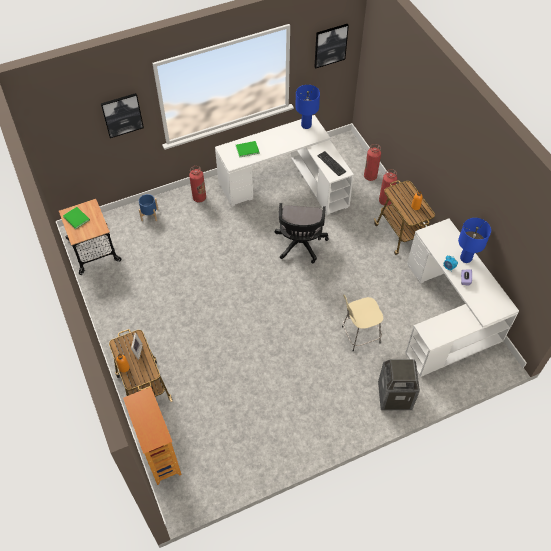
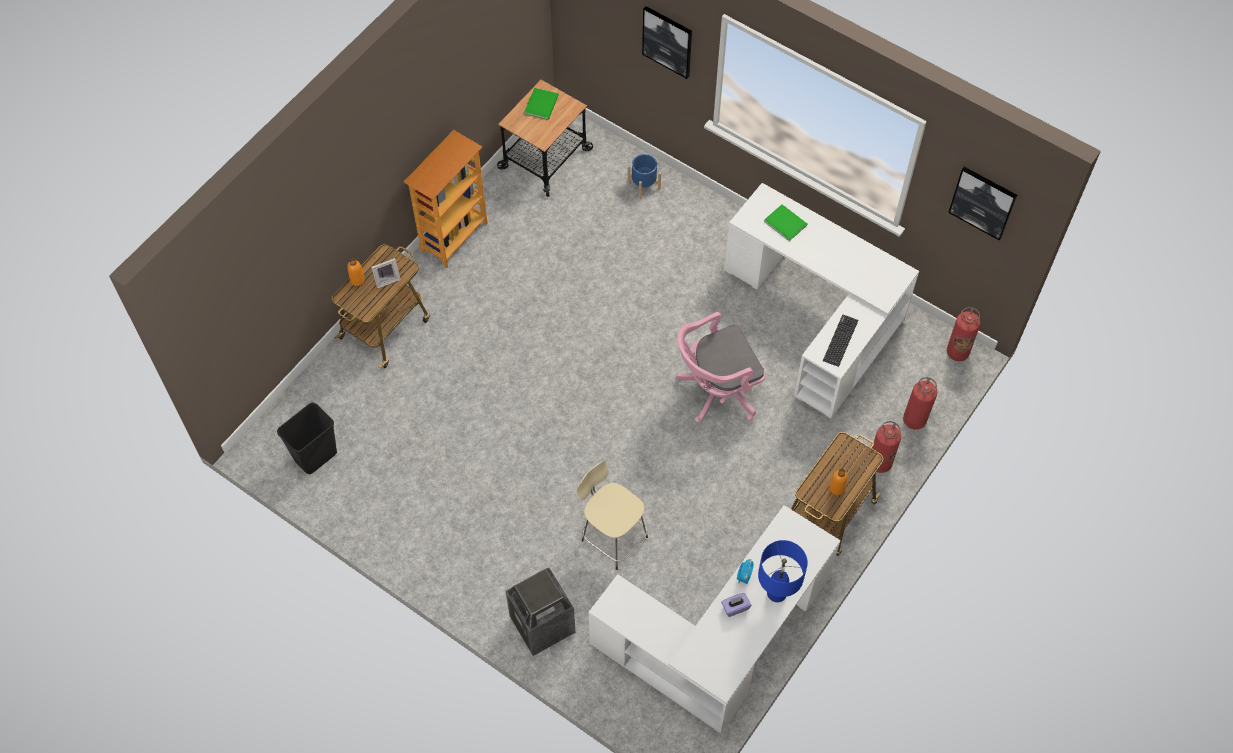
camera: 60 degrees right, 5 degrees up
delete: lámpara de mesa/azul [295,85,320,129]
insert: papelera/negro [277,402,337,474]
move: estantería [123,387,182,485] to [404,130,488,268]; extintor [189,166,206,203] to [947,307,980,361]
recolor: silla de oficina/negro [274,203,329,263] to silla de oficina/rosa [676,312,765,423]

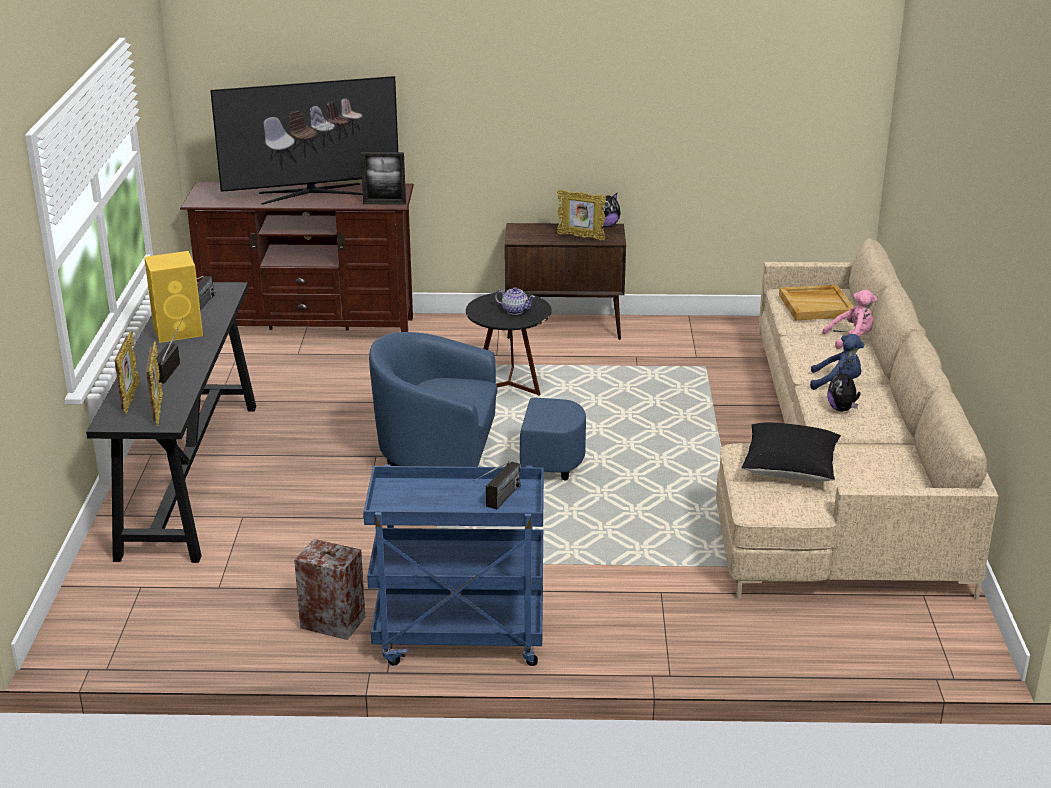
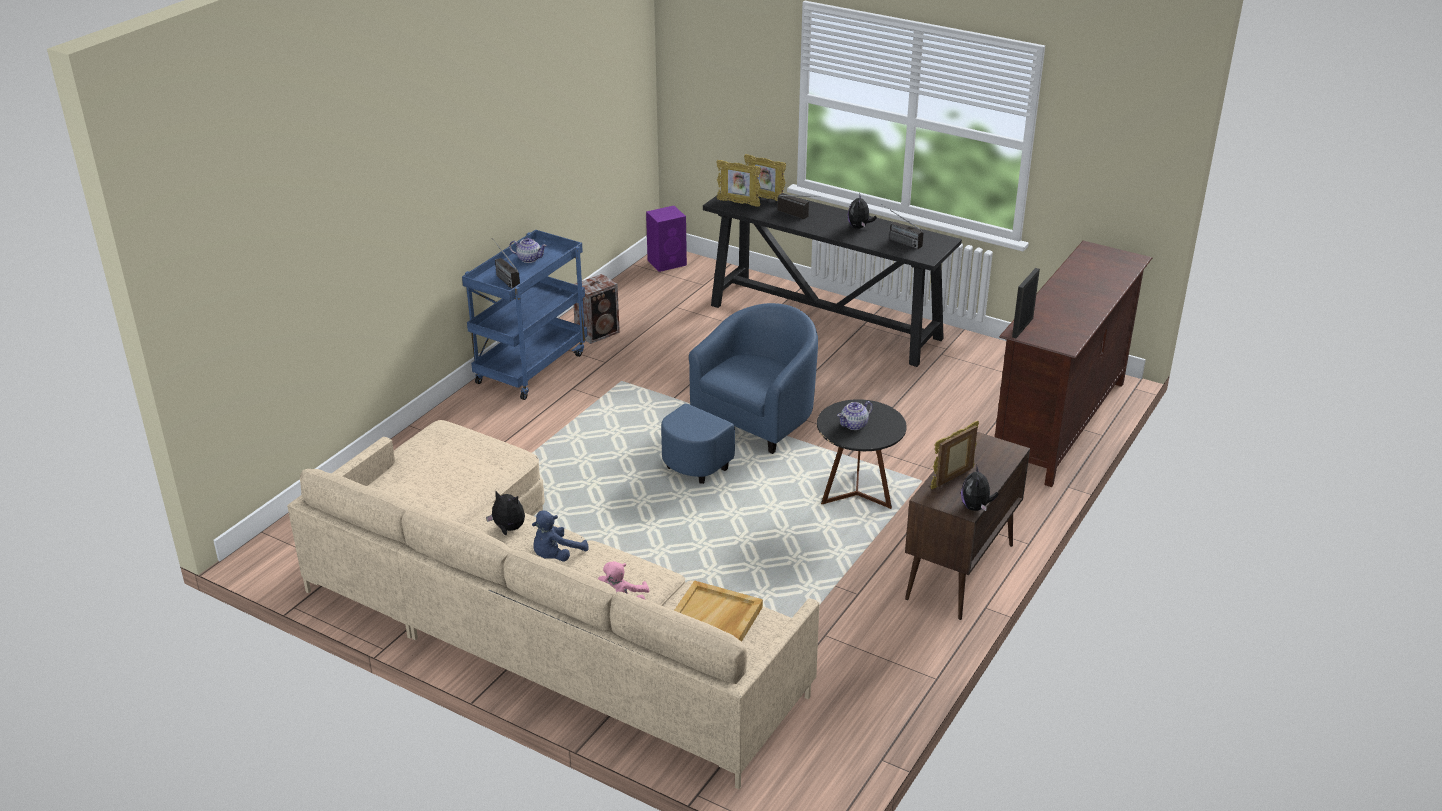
camera: 120 degrees right, 5 degrees up
delete: televisor [210,76,398,205]; cojín/negro [741,422,841,481]
insert: tetera [509,238,547,263]; altavoz/morado [646,206,687,272]
replace: altavoz/amarillo [144,251,203,343] to peluche [848,196,877,229]

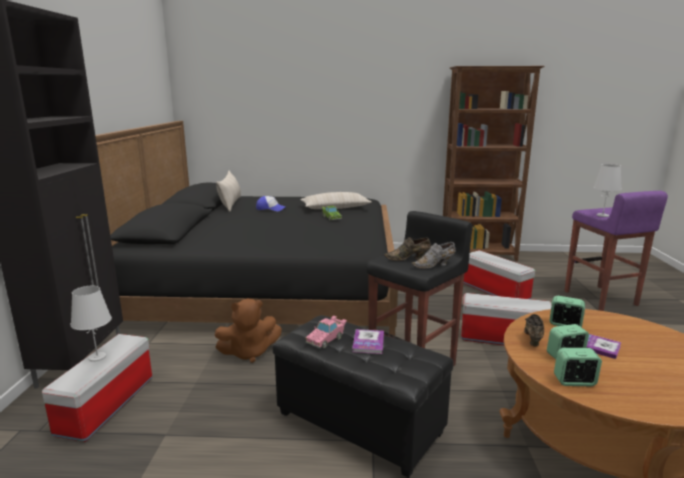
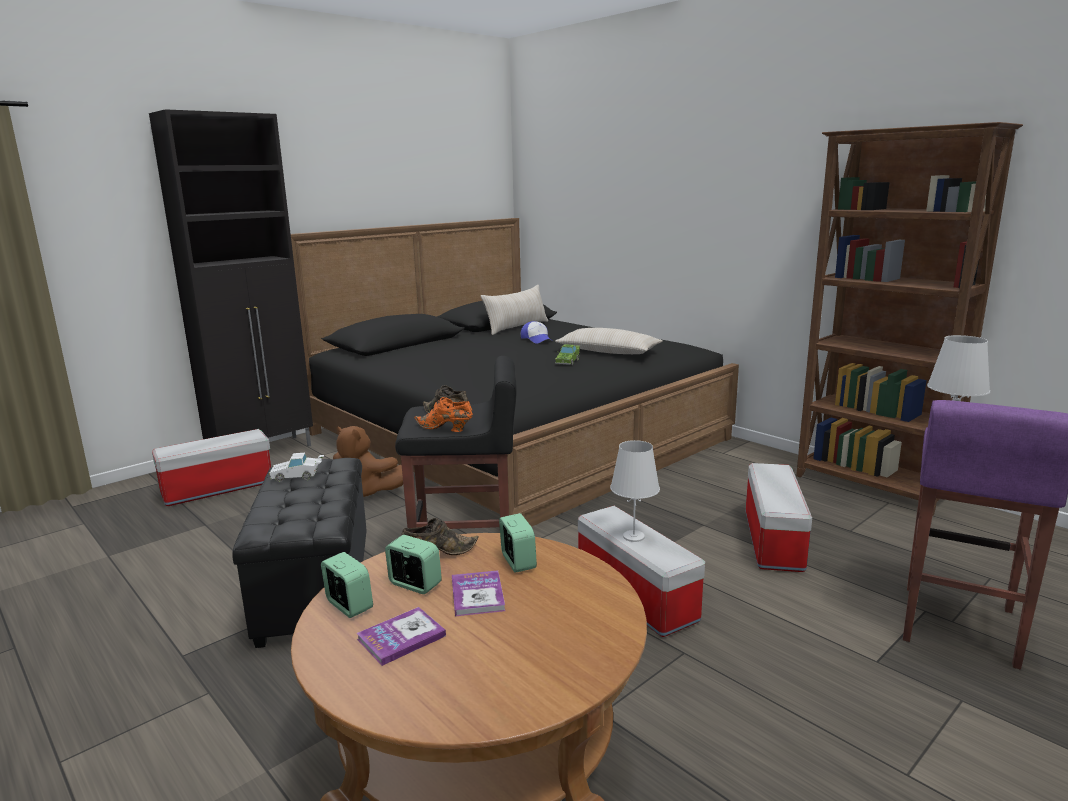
camera: 45 degrees right, 0 degrees up
move: lámpara de mesa/blanco [70,286,112,362] to [610,440,660,542]; libro [352,329,384,354] to [356,607,446,666]
recolor: coche de juguete/rosa [305,316,347,348] to coche de juguete/blanco [269,453,324,482]; zapato/gris [412,242,456,269] to zapato/naranja [414,397,473,432]

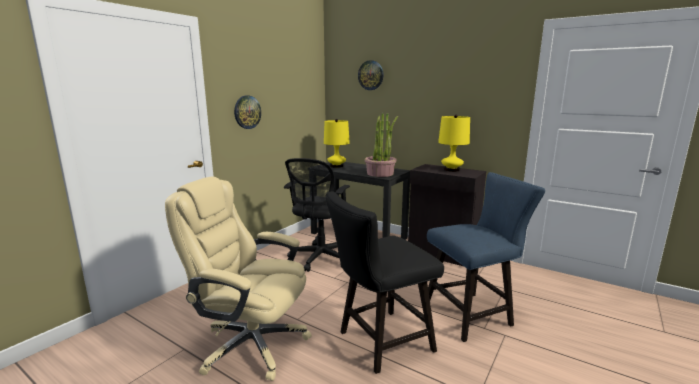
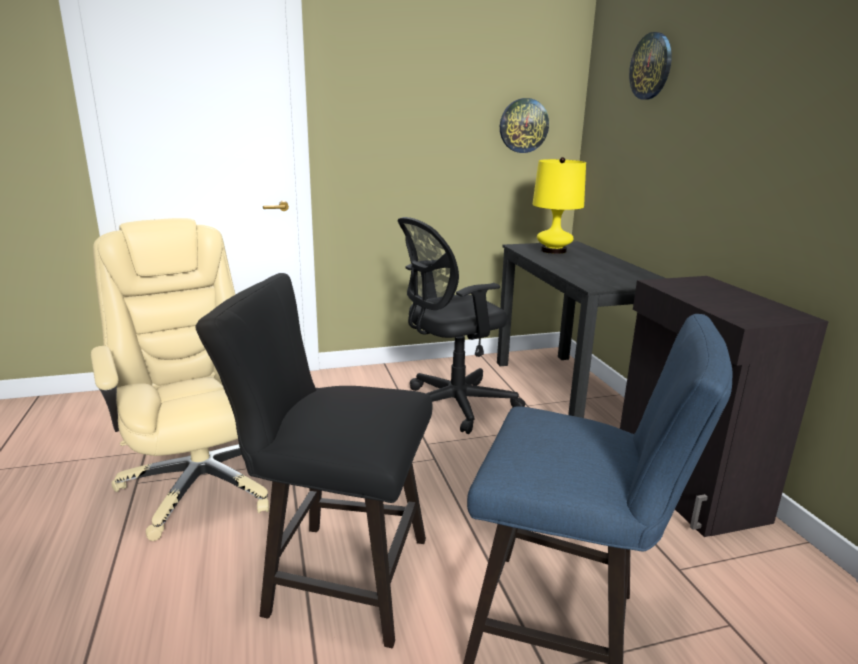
camera: 40 degrees right, 5 degrees up
delete: planta en maceta [365,113,398,177]; lámpara de mesa/amarillo [438,115,470,172]
move: reloj de pared [234,96,261,129] to [500,98,549,153]

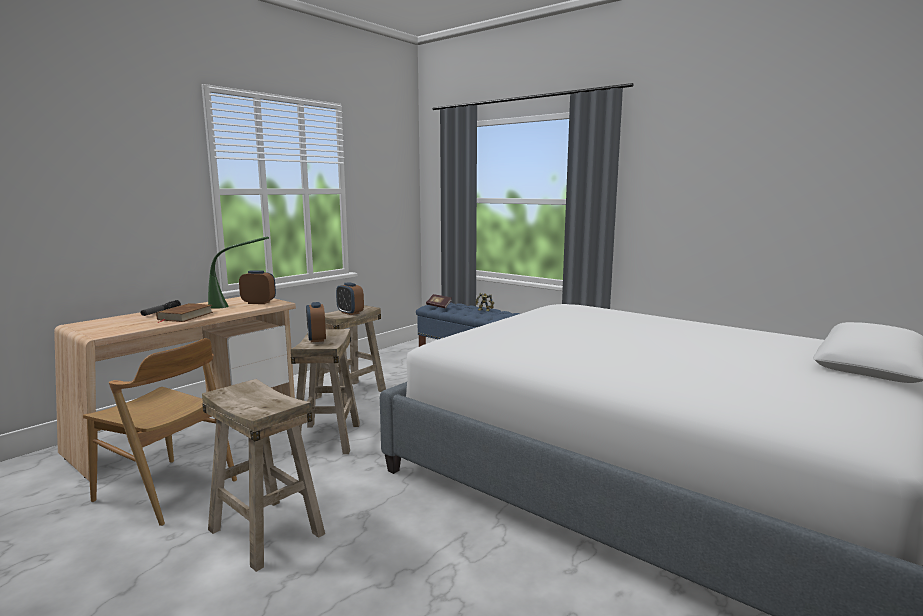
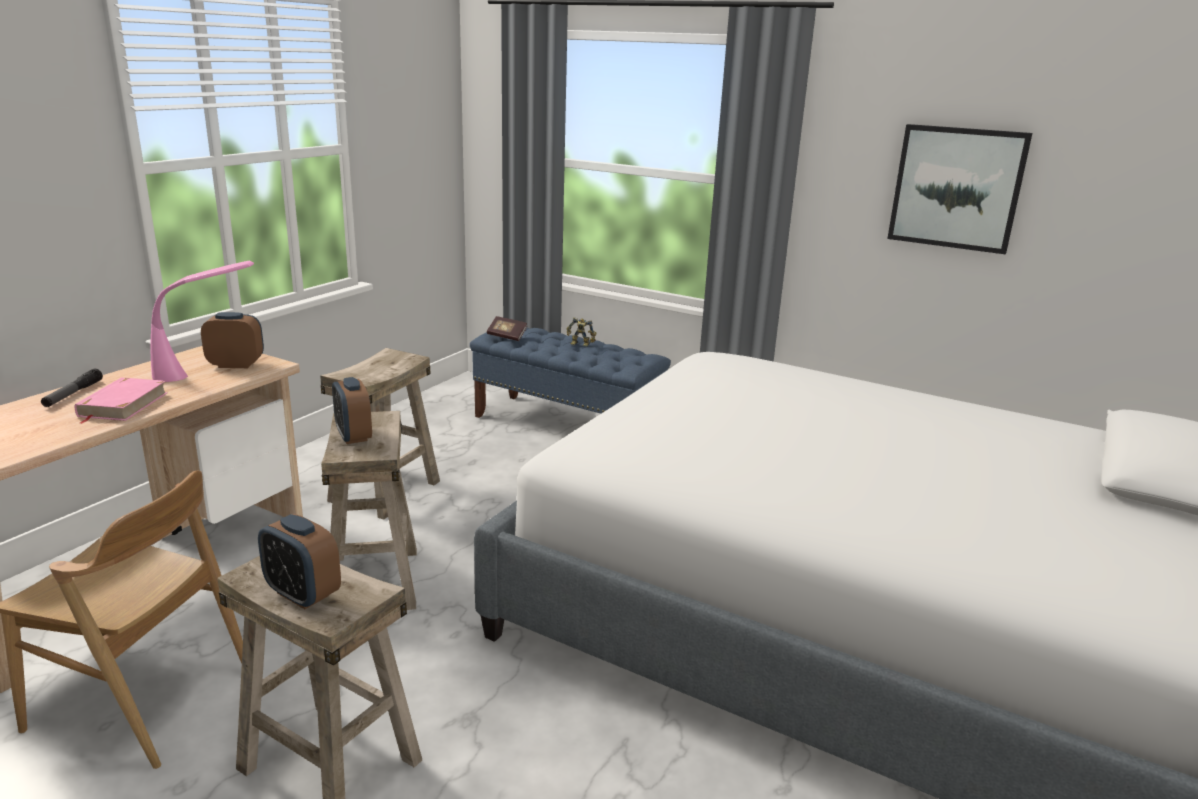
camera: 10 degrees left, 10 degrees up
insert: cuadro [887,124,1032,254]
move: despertador [336,282,364,315] to [258,514,341,609]
recolor: libro/marrón [156,303,213,323] to libro/rosa [74,377,168,424]; lámpara de mesa/verde [208,237,269,309] to lámpara de mesa/rosa [151,261,254,382]

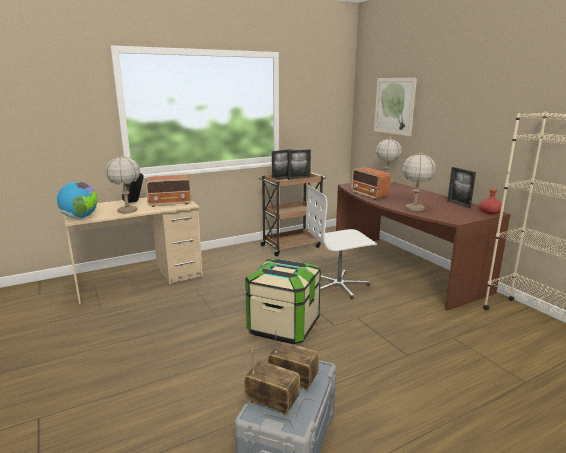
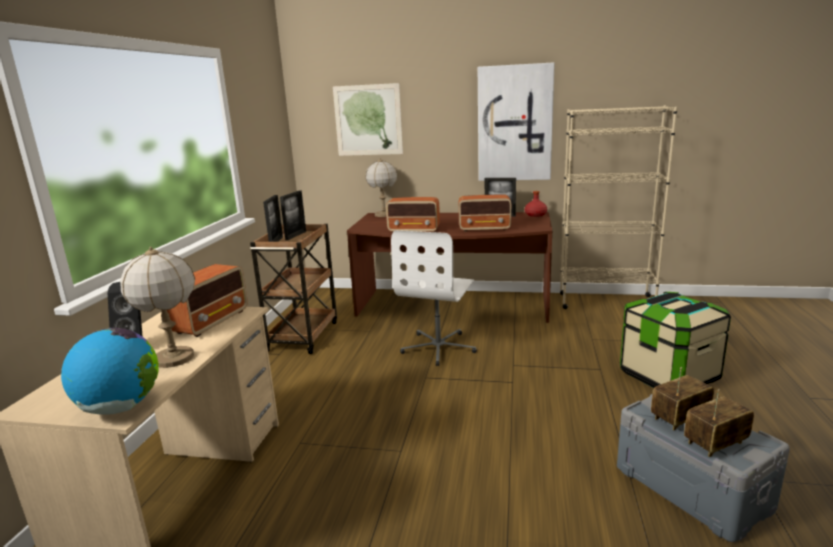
camera: 50 degrees left, 0 degrees up
insert: cuadro [478,62,555,181]
move: caja de almacenaje [245,258,321,344] to [620,292,731,388]
replace: lámpara de mesa [402,151,436,211] to radio [459,195,511,231]

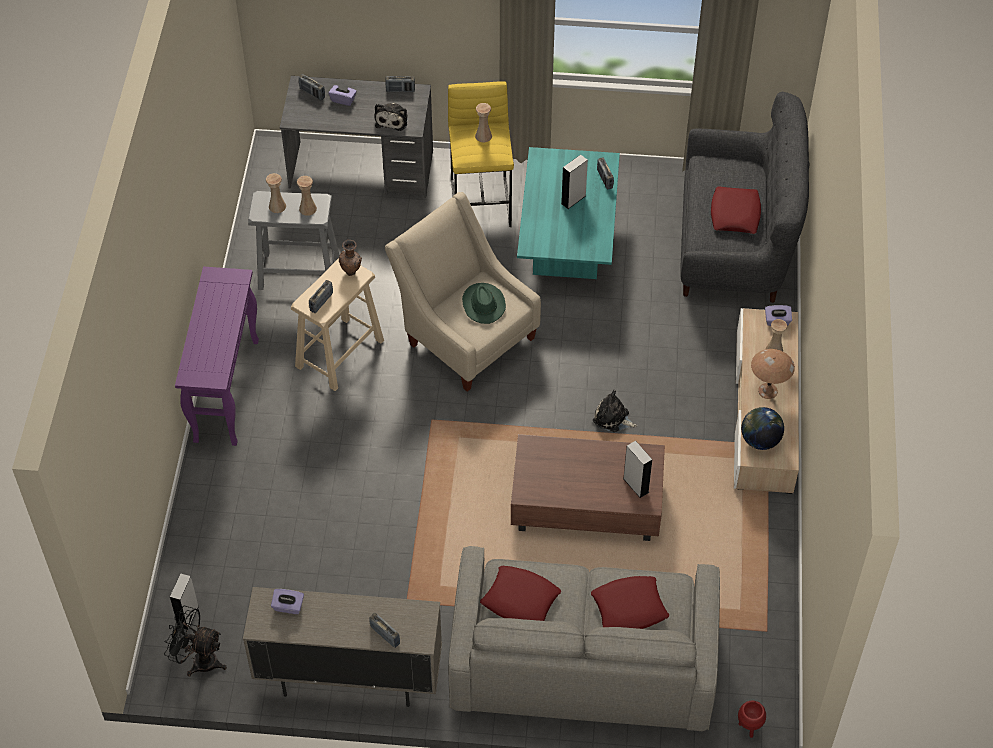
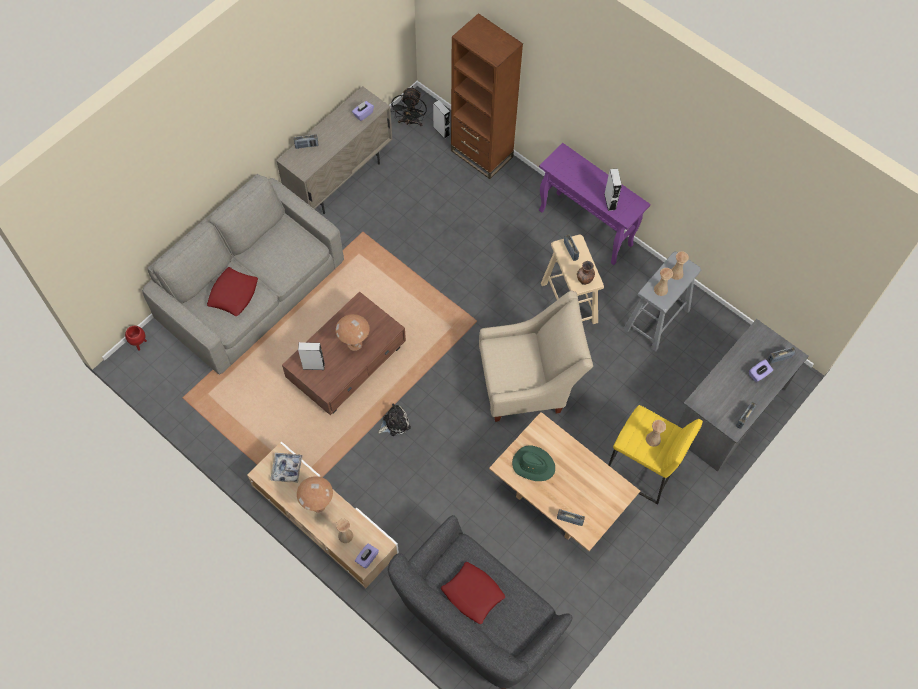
camera: 125 degrees right, 10 degrees up
delete: peluche [375,102,408,131]; cojín/rojo [480,565,561,621]
insert: lámpara de mesa/marrón [335,314,370,351]; estantería/marrón [451,13,523,179]
move: sombrero/verde [462,283,506,324] to [512,445,555,481]; altavoz/gris [561,155,588,209] to [604,168,622,211]
replace: globo terráqueo [741,407,784,450] to bandeja [270,453,303,483]
recolor: mesa de centro/turquesa [517,147,620,279] to mesa de centro/beis [489,412,640,551]
rotate: ventilador/negro [164,606,227,676] = [390,86,427,126] 135 degrees clockwise

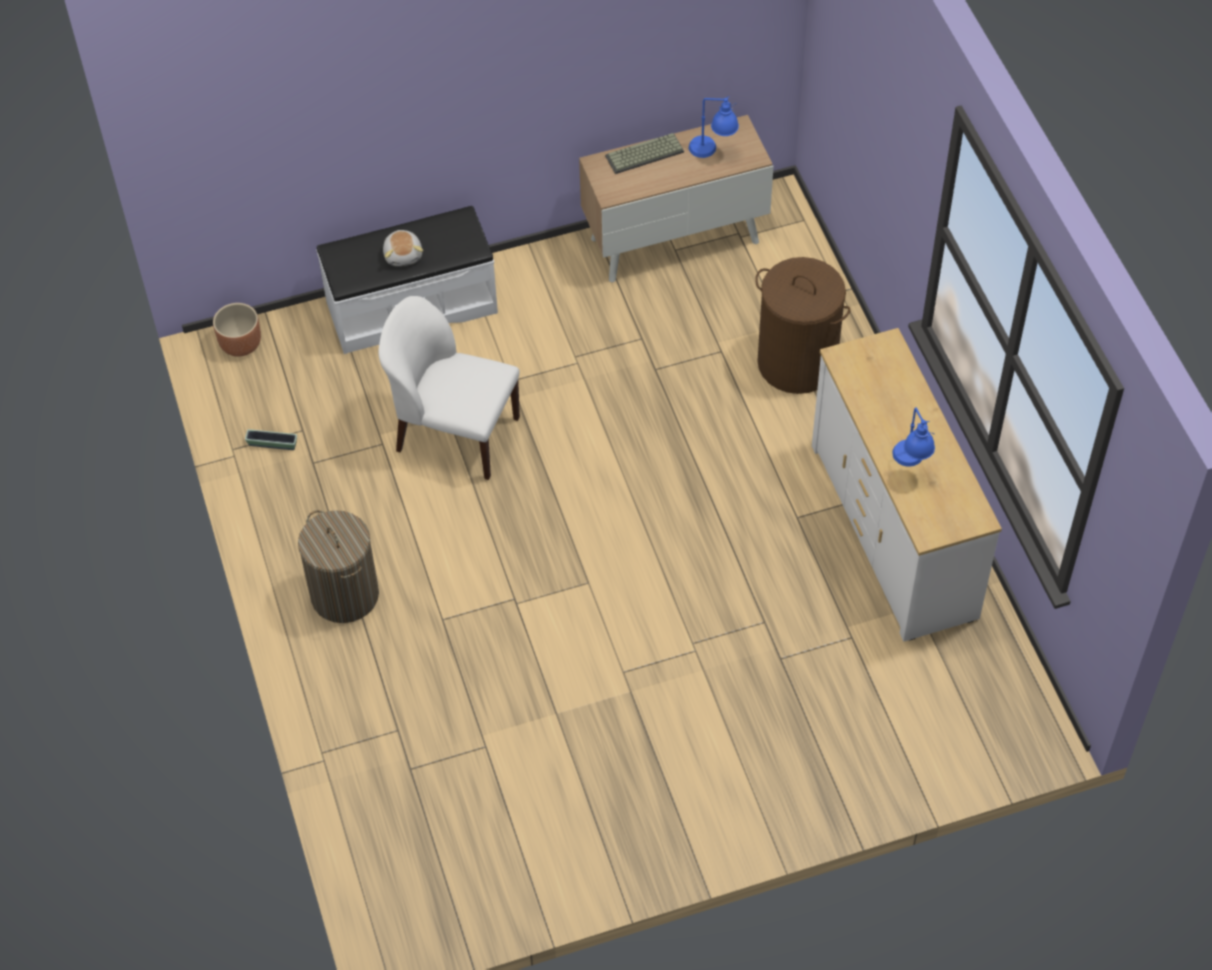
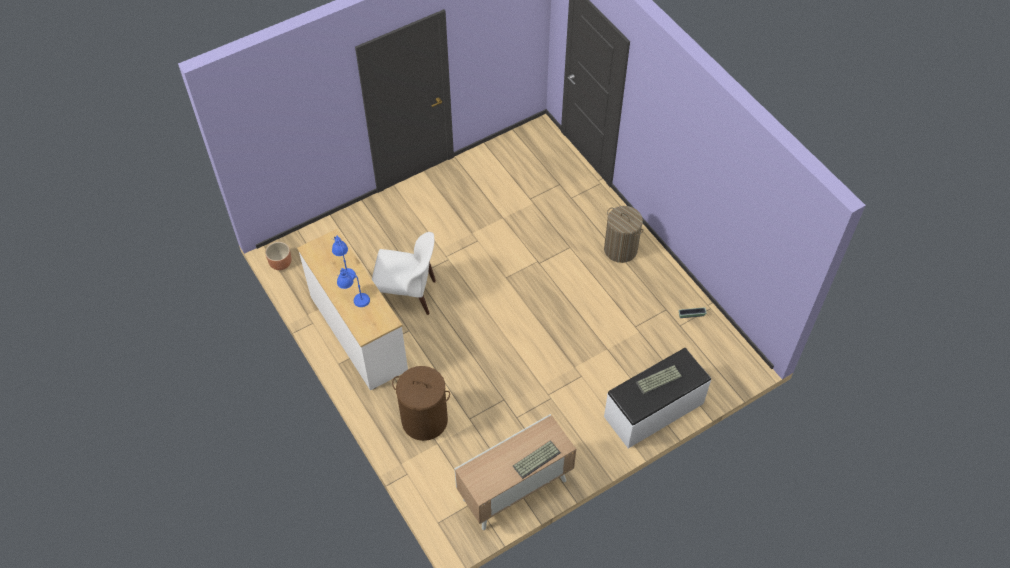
camera: 165 degrees right, 0 degrees up
move: maceta/marrón [213,303,261,357] to [265,242,292,270]; silla/blanco [378,296,520,480] to [372,232,436,315]; lámpara de mesa/azul [689,96,739,158] to [337,268,370,307]
replace: peluche [383,230,423,266] to teclado [636,365,682,395]

